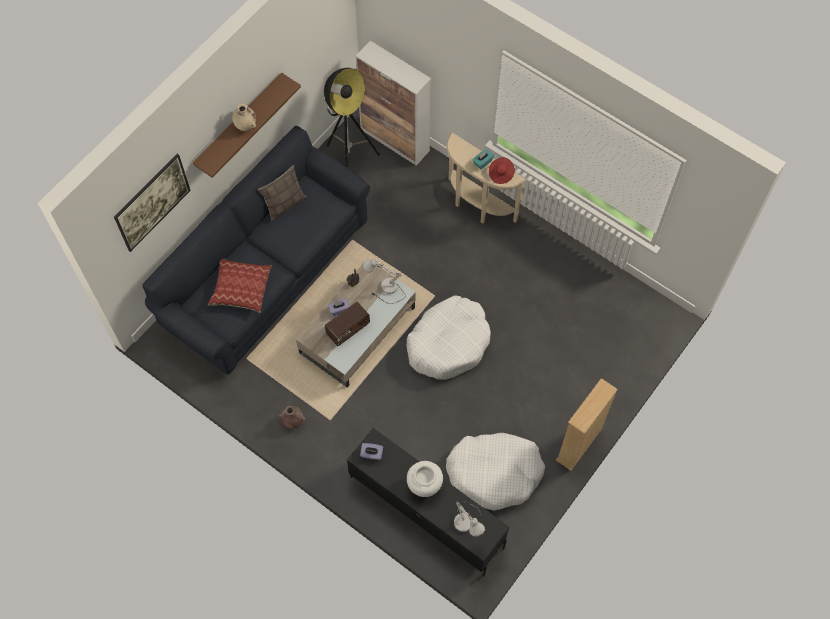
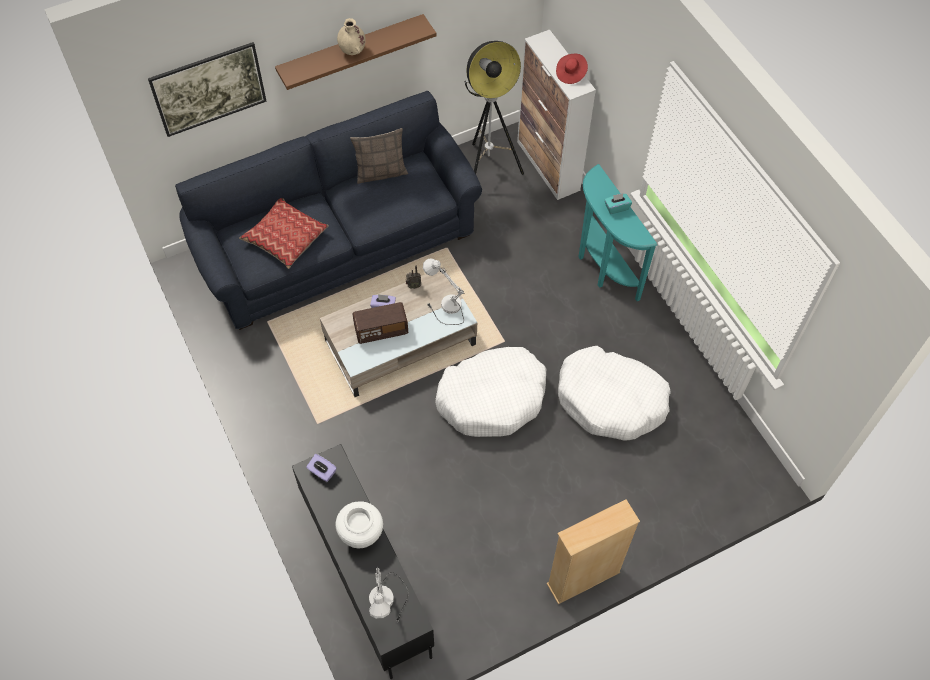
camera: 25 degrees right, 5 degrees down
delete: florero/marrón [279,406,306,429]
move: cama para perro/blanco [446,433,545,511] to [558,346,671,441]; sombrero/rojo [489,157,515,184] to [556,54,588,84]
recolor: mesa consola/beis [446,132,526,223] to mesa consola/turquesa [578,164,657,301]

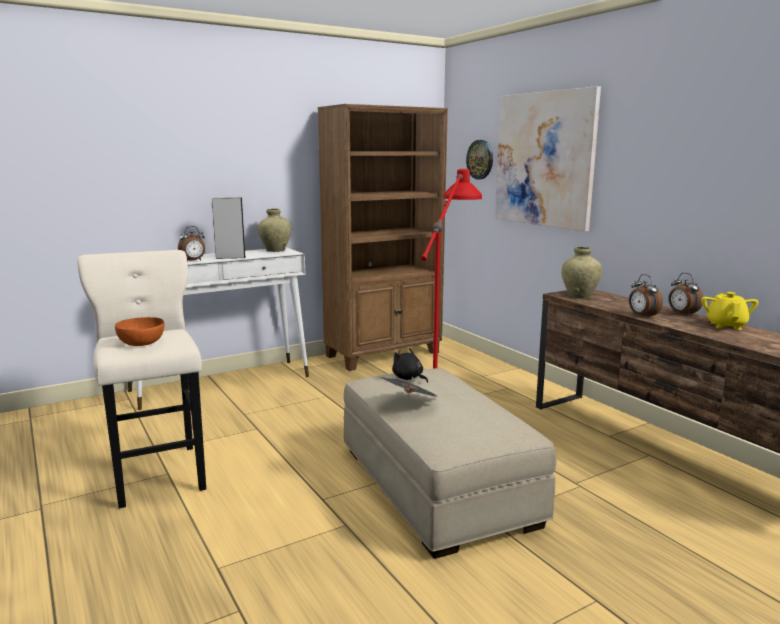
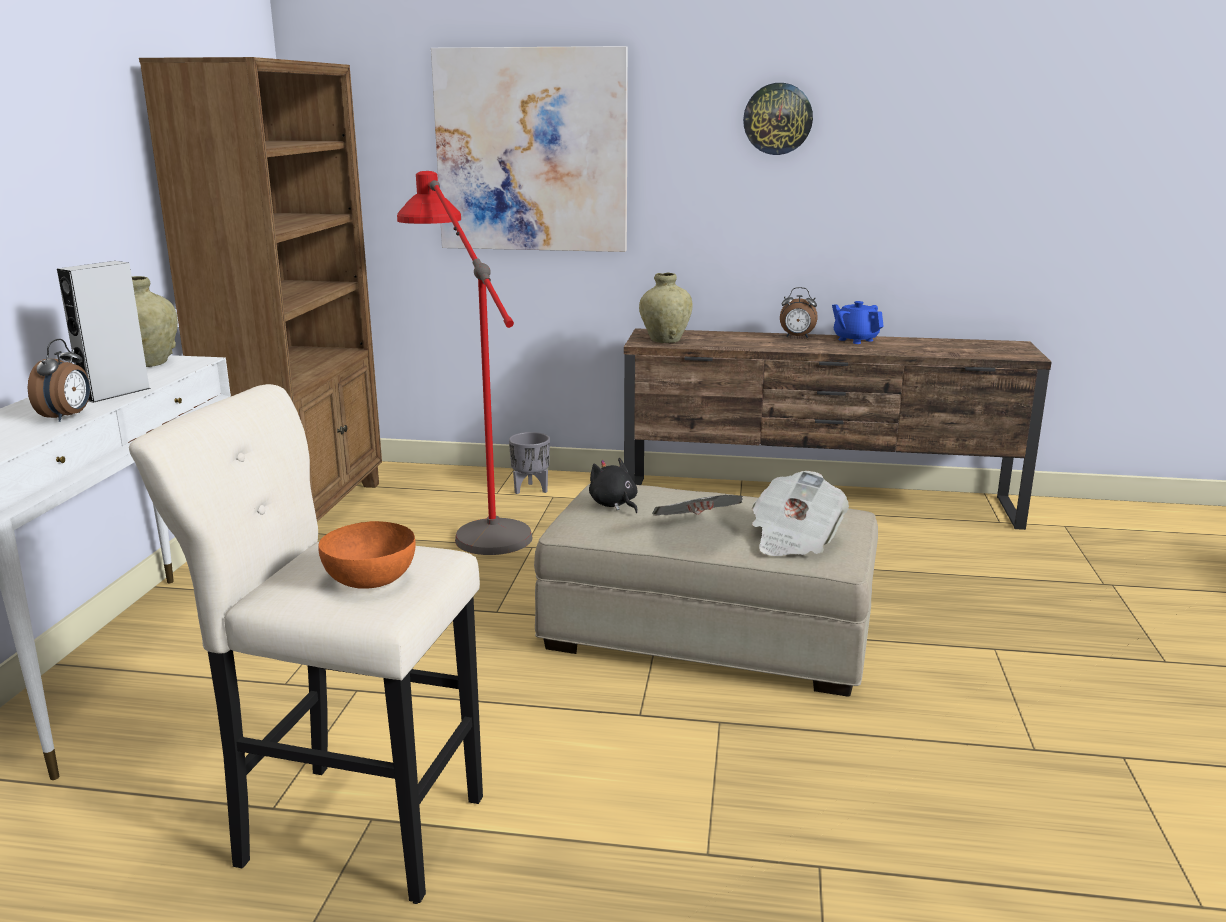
camera: 50 degrees left, 5 degrees up
delete: despertador [629,274,663,318]
insert: maceta/gris [509,432,550,494]; periódico [752,471,849,556]
move: reloj de pared [466,140,493,179] to [743,83,813,155]
recolor: tetera/amarillo [701,292,758,330] to tetera/azul [832,301,884,344]
rotate: peluche/negro [392,348,428,383] = [589,458,638,513] 60 degrees clockwise

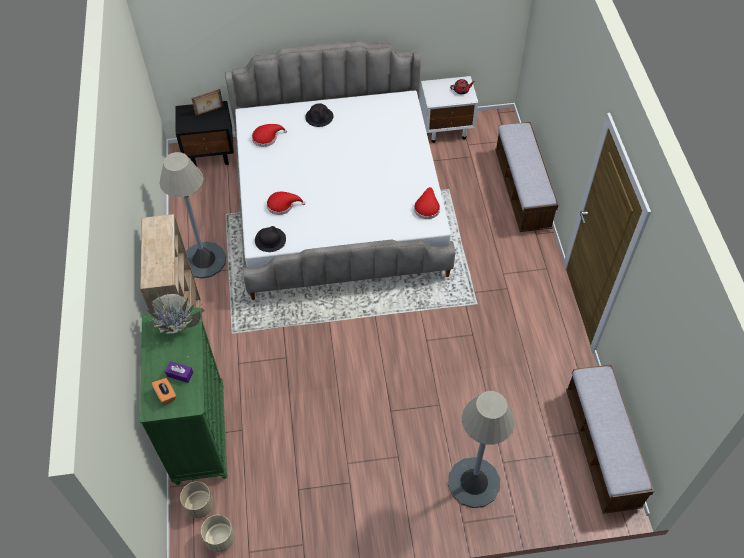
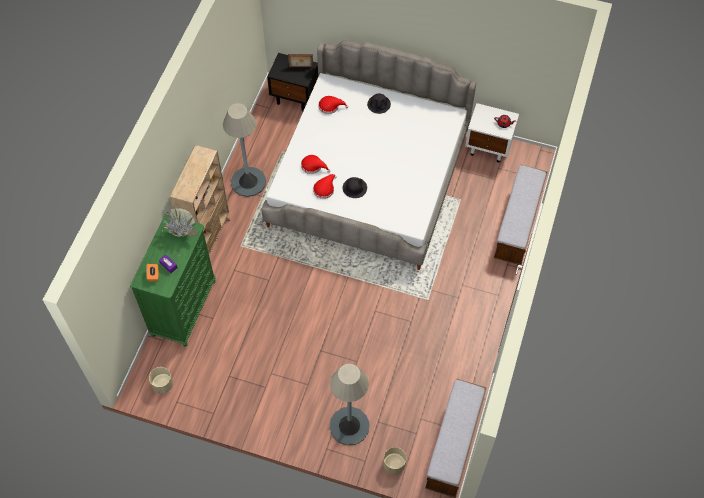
camera: 25 degrees right, 5 degrees up
move: maceta/beis [180,481,214,518] to [383,447,406,475]; sombrero/negro [255,226,286,252] to [343,177,367,198]; sombrero/rojo [414,187,440,219] to [313,174,337,199]

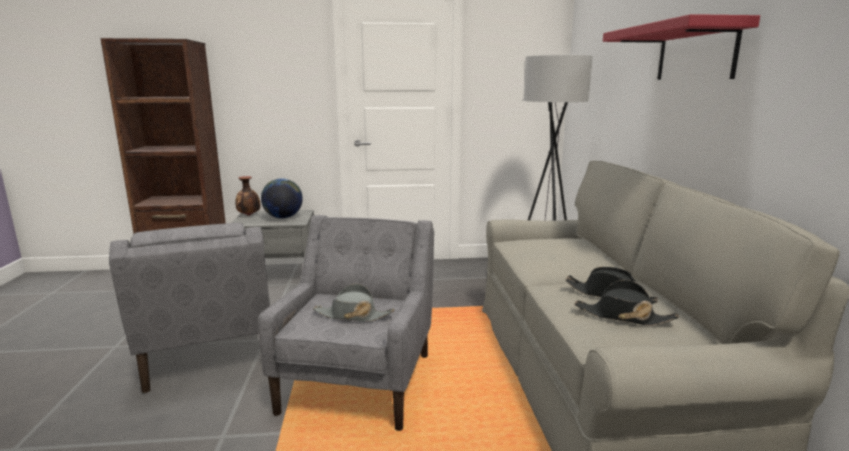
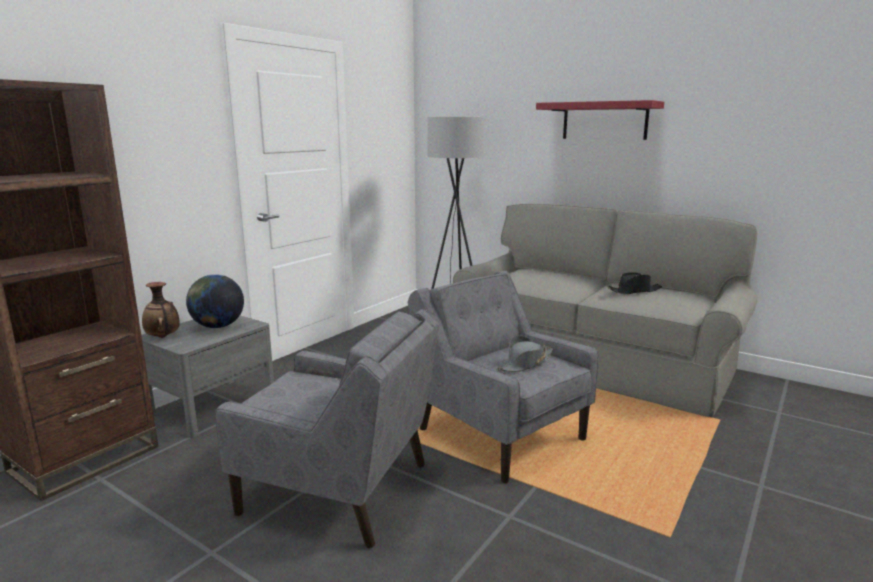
camera: 50 degrees left, 0 degrees up
delete: sombrero/negro [575,280,679,326]

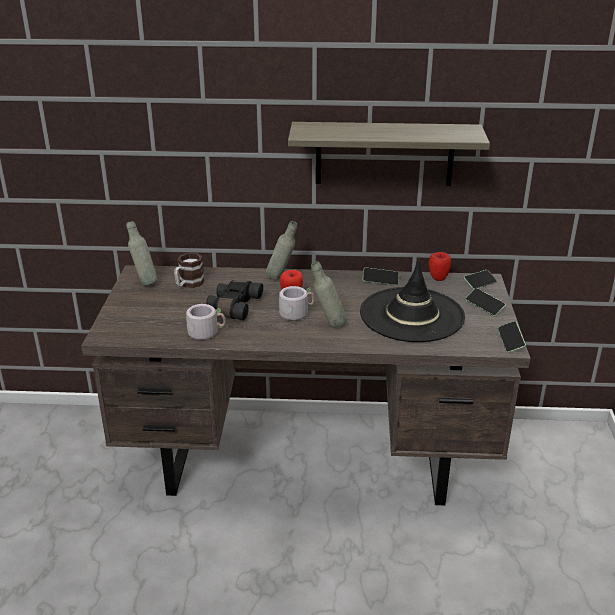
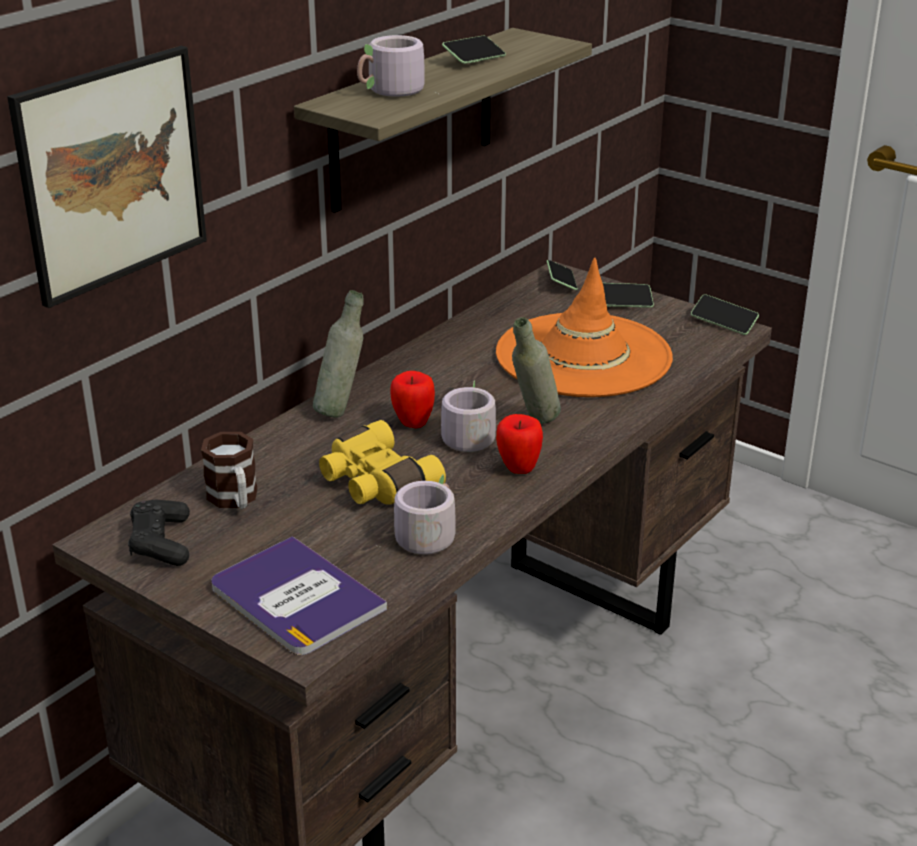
camera: 55 degrees left, 0 degrees up
insert: cuadro [7,46,207,308]; libro [211,536,387,655]; taza grande/gris [357,35,439,97]
move: móvil [363,267,399,286] to [442,36,506,64]; manzana [429,252,451,281] to [496,414,543,474]
replace: botella/gris [126,221,158,286] to mando de consola/negro [128,500,190,566]
recolor: prismáticos/negro [206,280,263,320] to prismáticos/amarillo [319,420,446,505]; sombrero/negro [360,260,465,342] to sombrero/naranja [496,257,673,397]

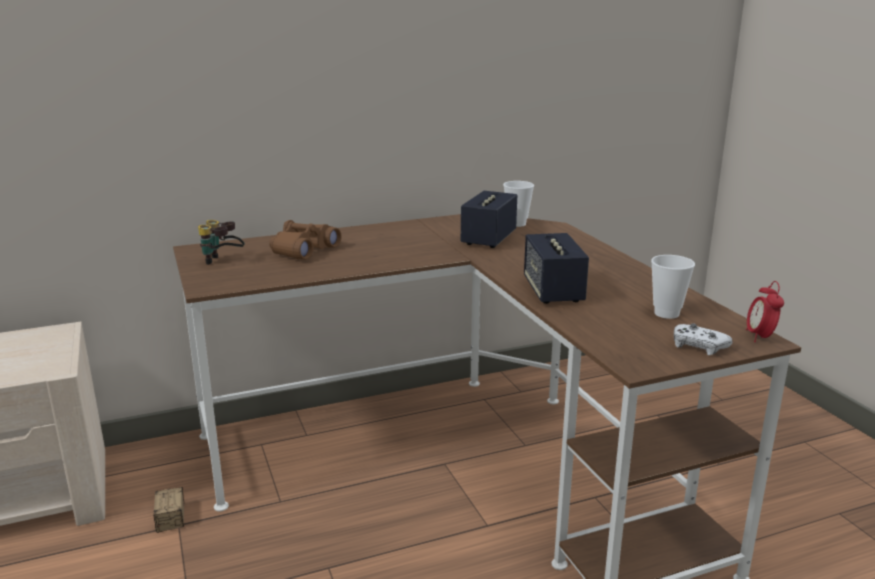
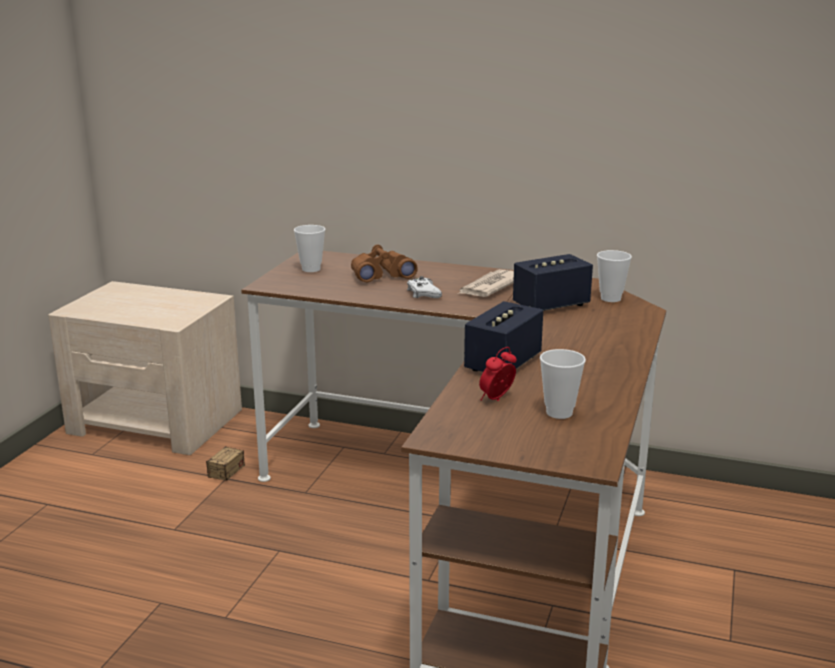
camera: 40 degrees right, 0 degrees up
insert: periódico [458,269,514,297]
move: mando de consola/blanco [674,324,732,355] to [407,276,442,298]; despertador [746,281,784,342] to [479,347,517,401]
replace: prismáticos [198,220,245,265] to taza [294,225,325,272]

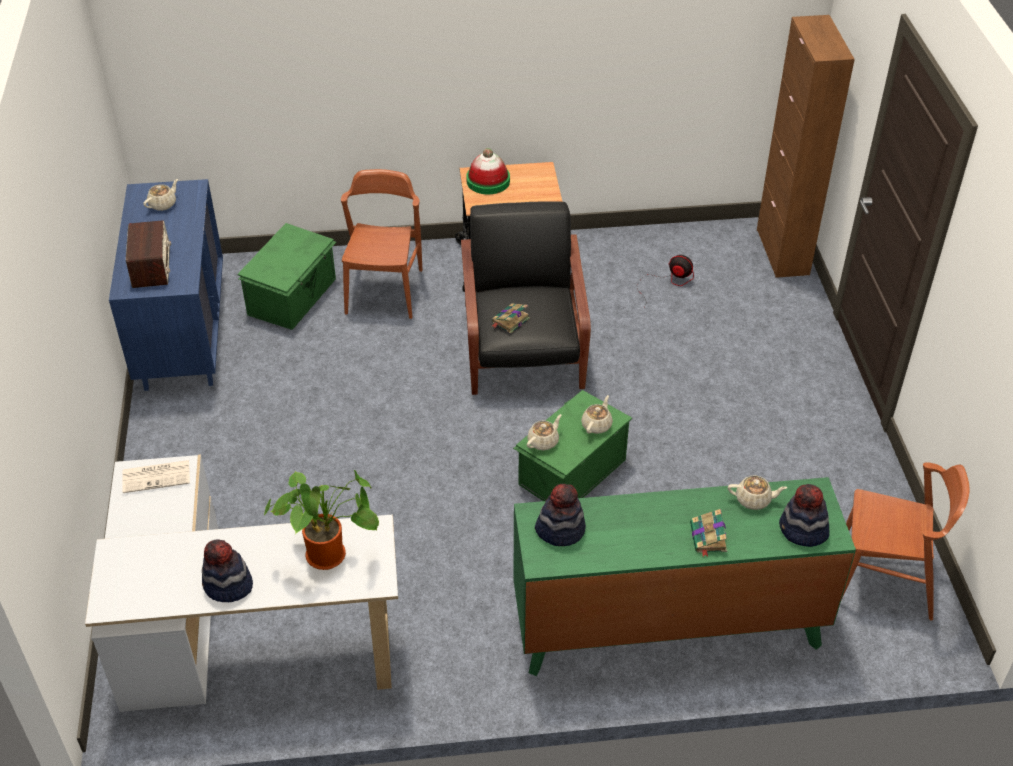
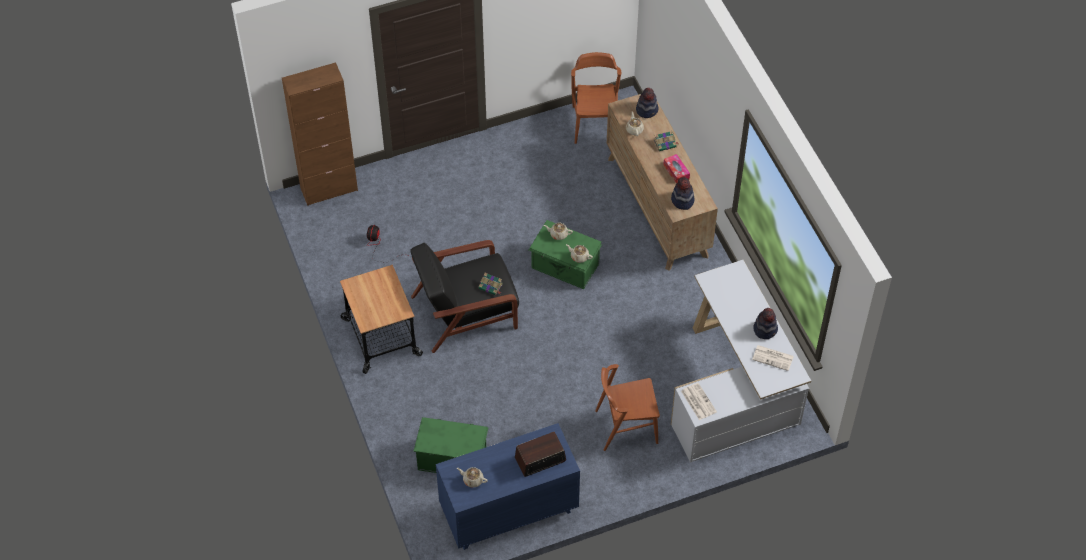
camera: 105 degrees left, 10 degrees up
delete: planta en maceta [264,470,379,570]; sombrero [466,148,510,195]
insert: caja de pañuelos [663,154,690,184]; periódico [752,345,794,371]
move: silla/marrón [341,169,422,319] to [595,364,660,451]
recolor: cómoda/verde [513,477,856,676] to cómoda/marrón [607,94,718,271]

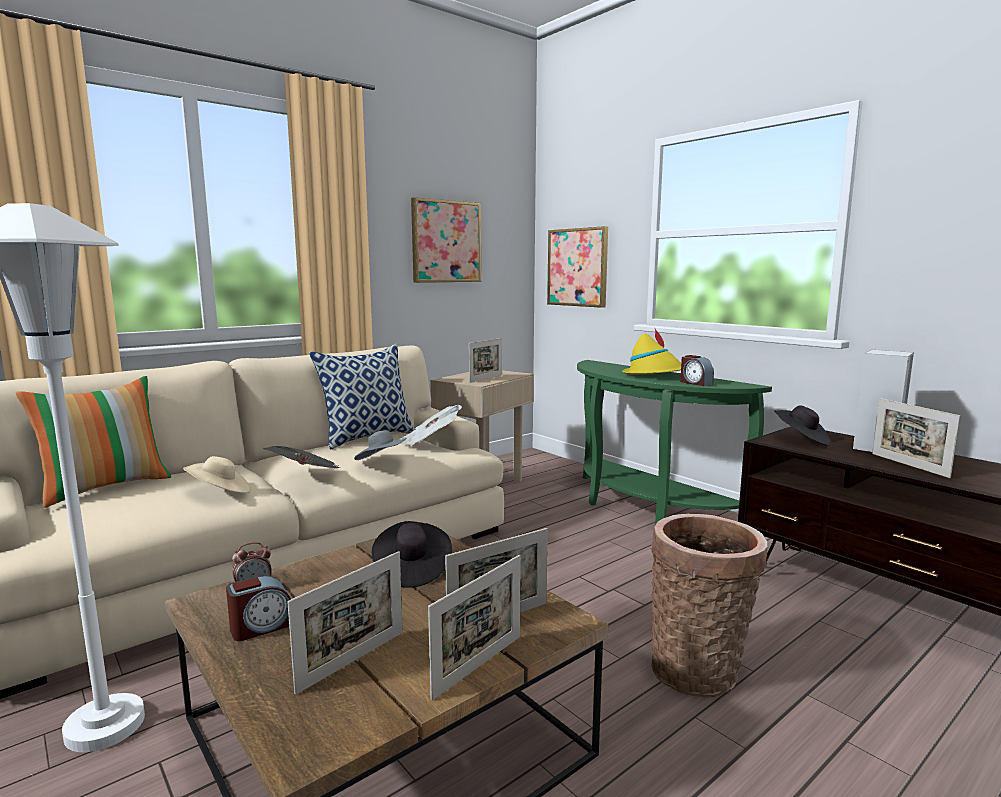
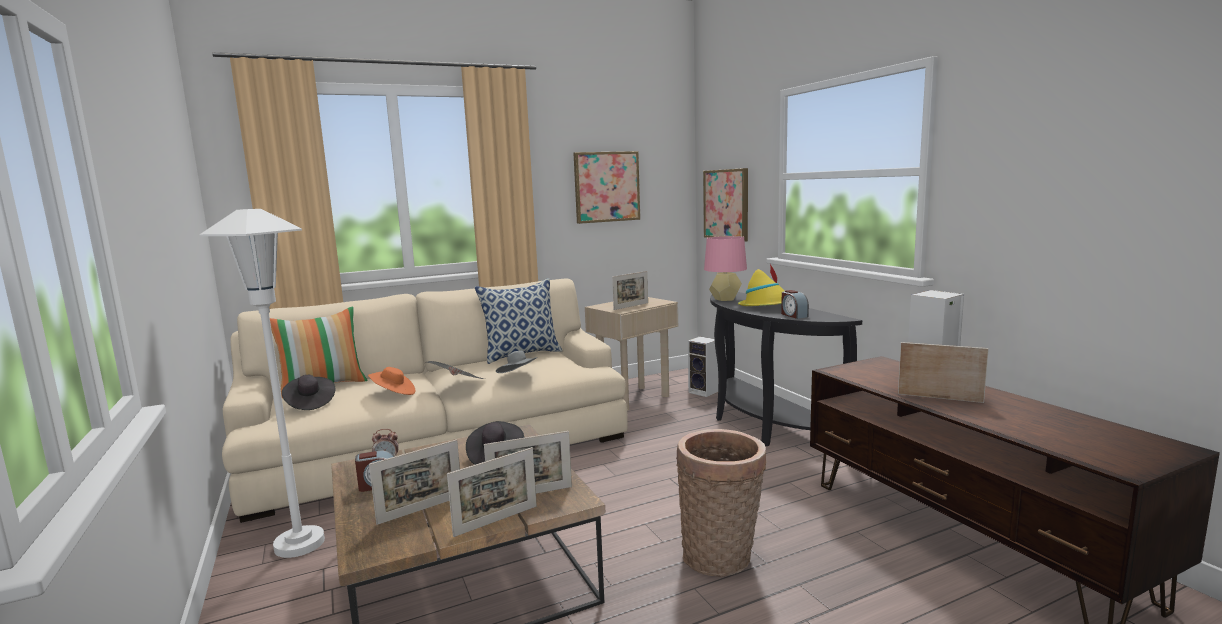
camera: 15 degrees right, 0 degrees up
delete: periódico [398,405,462,446]
insert: altavoz [688,337,718,397]; lámpara de mesa/rosa [704,236,747,301]
move: sombrero/negro [774,406,831,446] to [282,375,335,410]
recolor: sombrero/beis [183,456,251,493] to sombrero/naranja [368,367,416,395]; mesa consola/verde [577,360,772,525] to mesa consola/negro [710,292,862,446]
rotate: portarretratos [872,398,960,478] = [898,342,989,403] 120 degrees clockwise

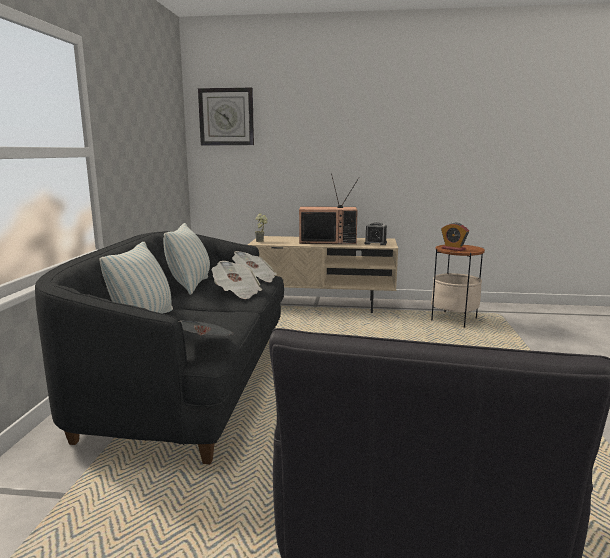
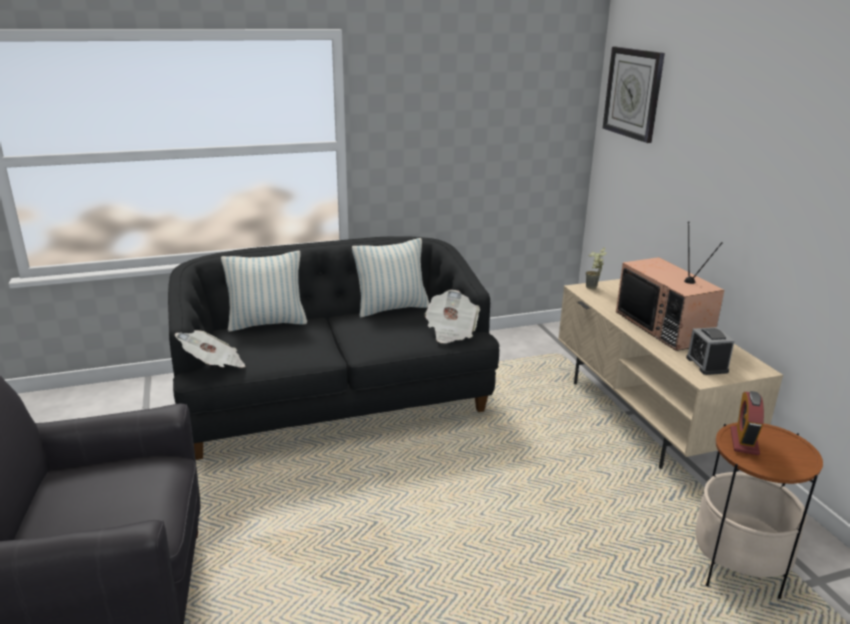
camera: 65 degrees right, 10 degrees up
delete: periódico [211,261,262,299]

